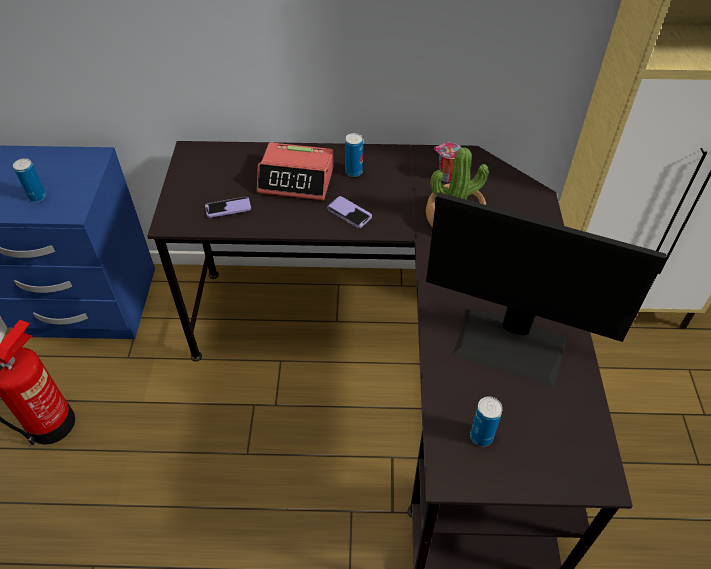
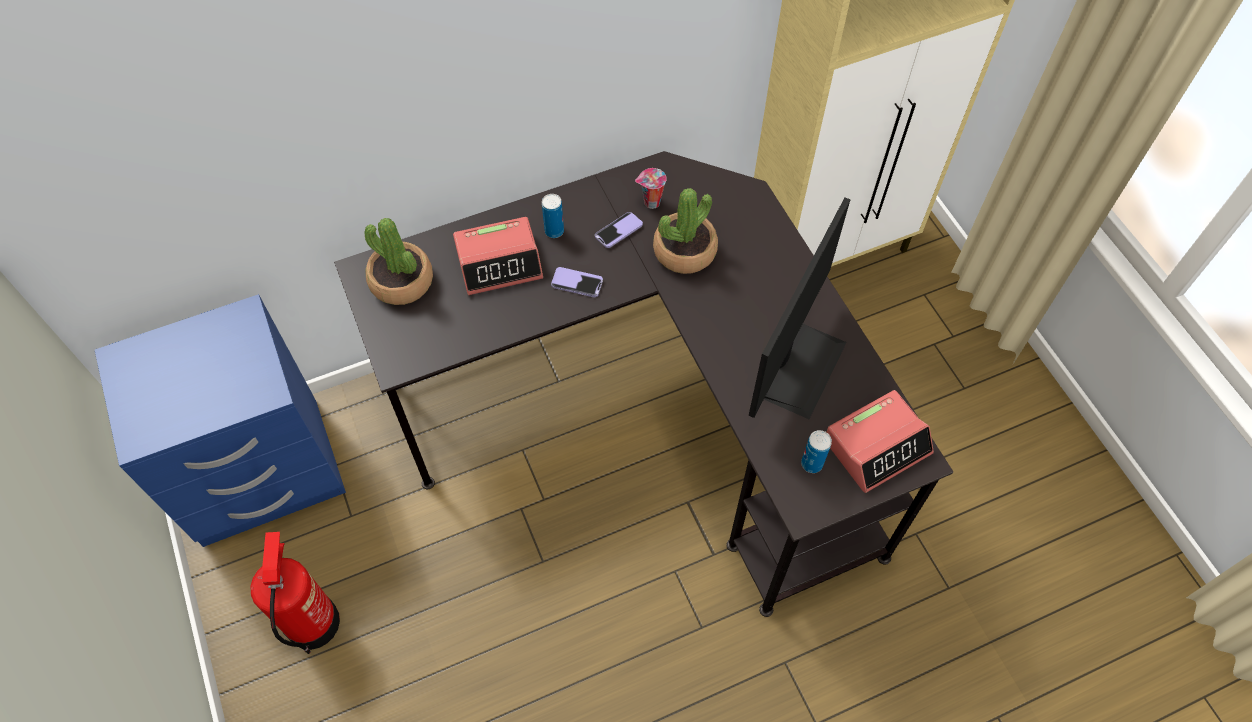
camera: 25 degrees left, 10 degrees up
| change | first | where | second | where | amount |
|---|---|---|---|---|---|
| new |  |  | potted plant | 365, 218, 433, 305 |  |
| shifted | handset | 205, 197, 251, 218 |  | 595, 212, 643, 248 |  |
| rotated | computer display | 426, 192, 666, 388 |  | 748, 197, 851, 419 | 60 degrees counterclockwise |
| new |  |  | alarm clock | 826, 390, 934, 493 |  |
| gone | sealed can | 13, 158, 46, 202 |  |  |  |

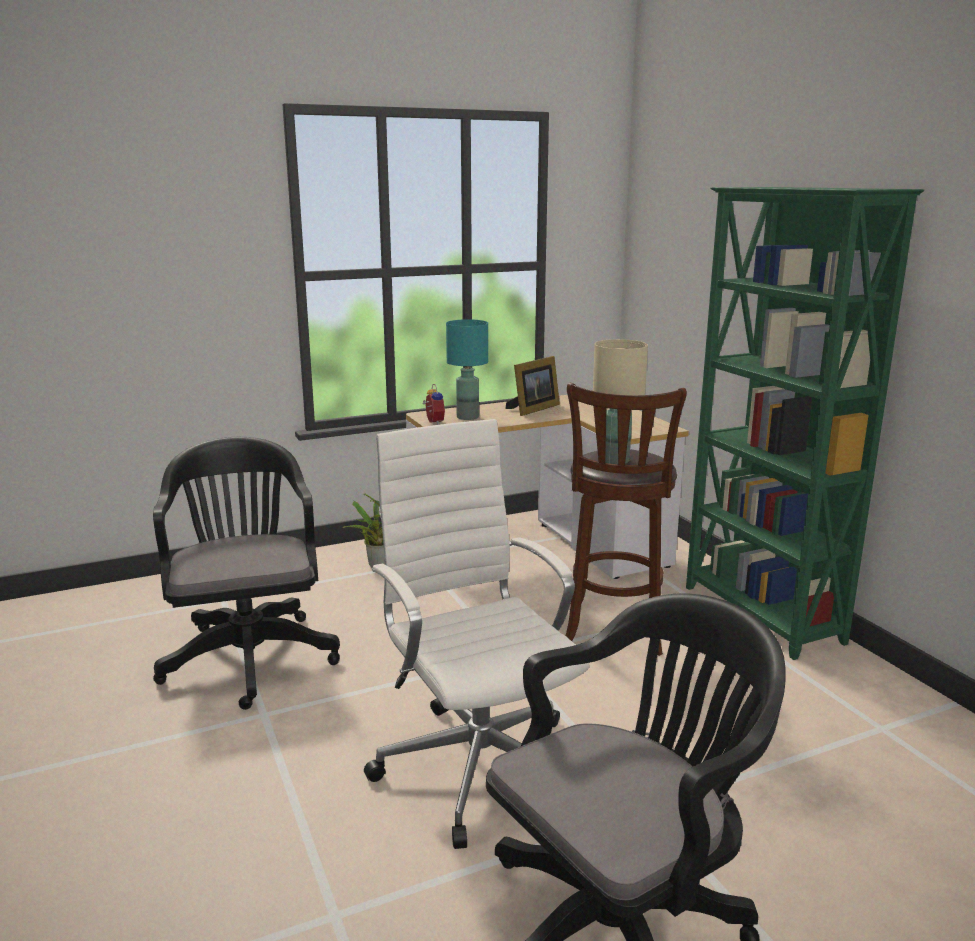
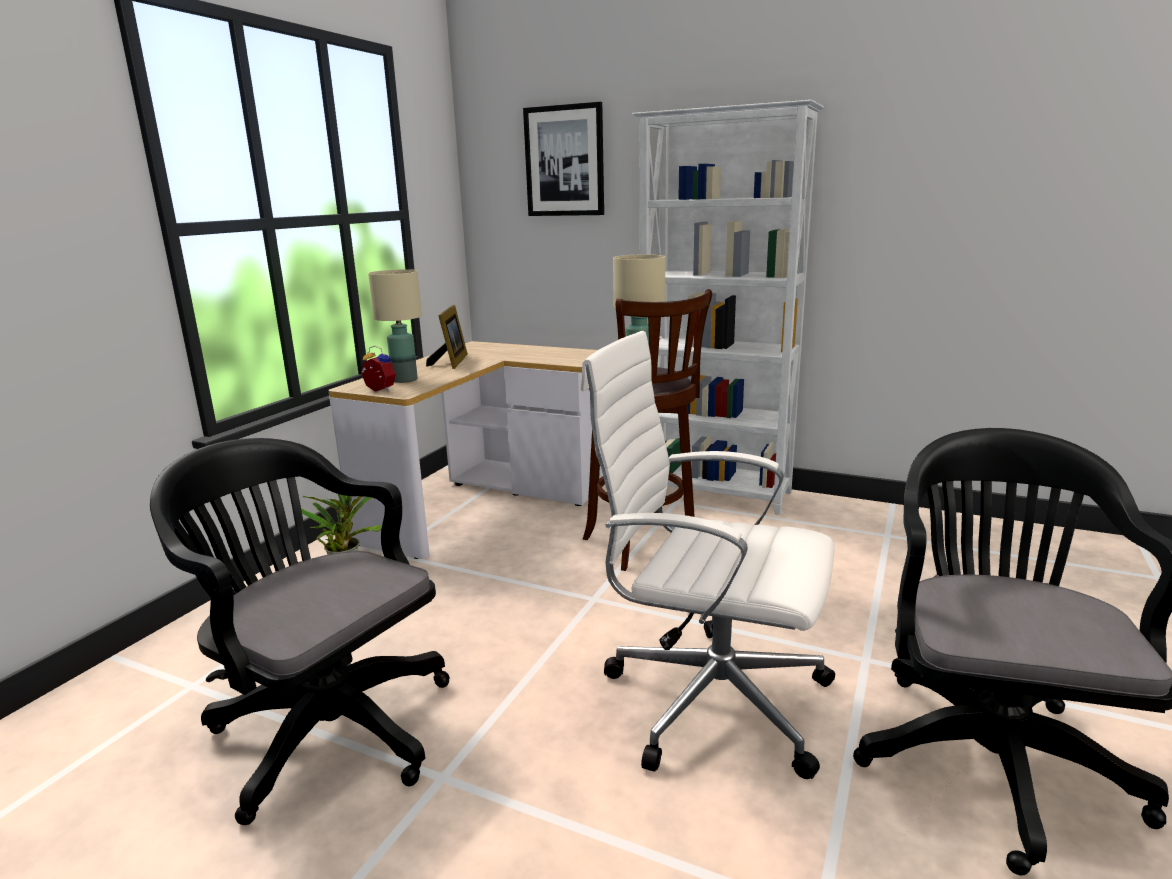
camera: 40 degrees left, 0 degrees up
| change | first | where | second | where | amount |
|---|---|---|---|---|---|
| repainted | turquoise-coloured tabletop lamp | 446, 319, 488, 420 | beige-coloured tabletop lamp | 368, 269, 422, 383 |  |
| new |  |  | wall picture | 523, 102, 604, 216 |  |
| repainted | green bookcase | 686, 187, 924, 660 | white bookcase | 632, 100, 824, 515 |  |

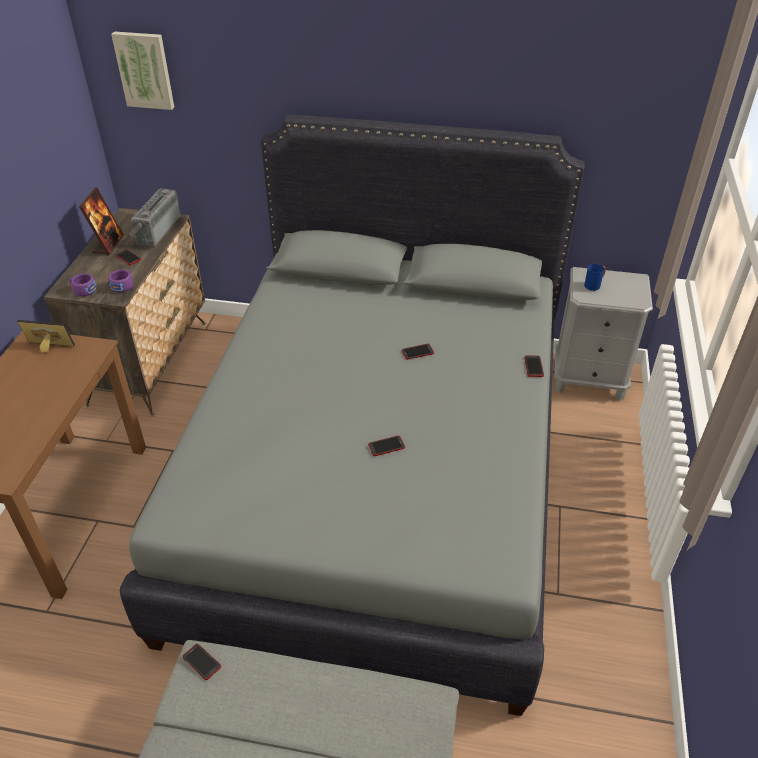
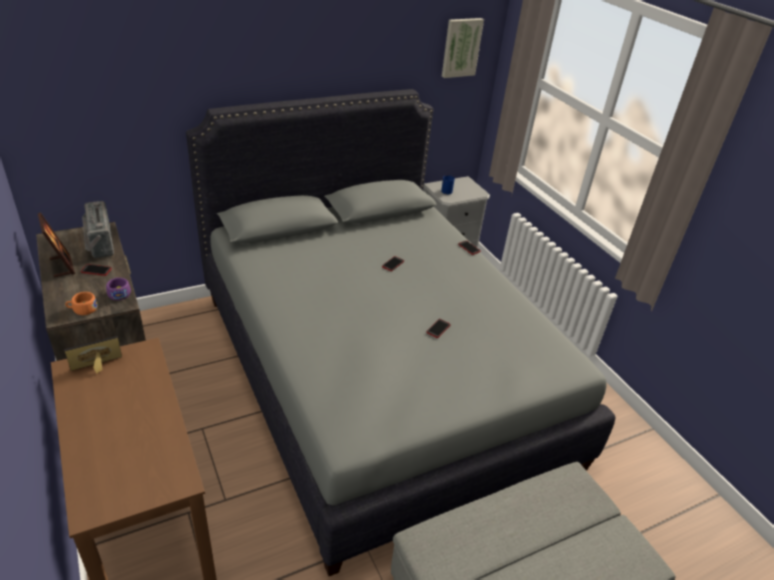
camera: 40 degrees left, 5 degrees down
| change | first | where | second | where | amount |
|---|---|---|---|---|---|
| repainted | purple cup | 70, 273, 97, 297 | orange cup | 65, 292, 98, 315 |  |
| shifted | wall picture | 111, 31, 174, 110 |  | 442, 18, 484, 78 |  |
| gone | handset | 183, 644, 221, 680 |  |  |  |

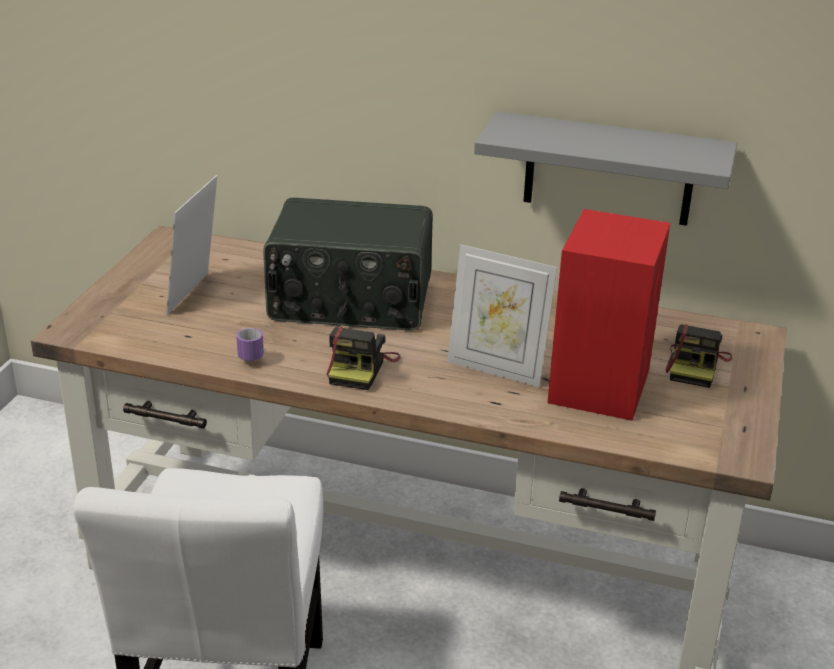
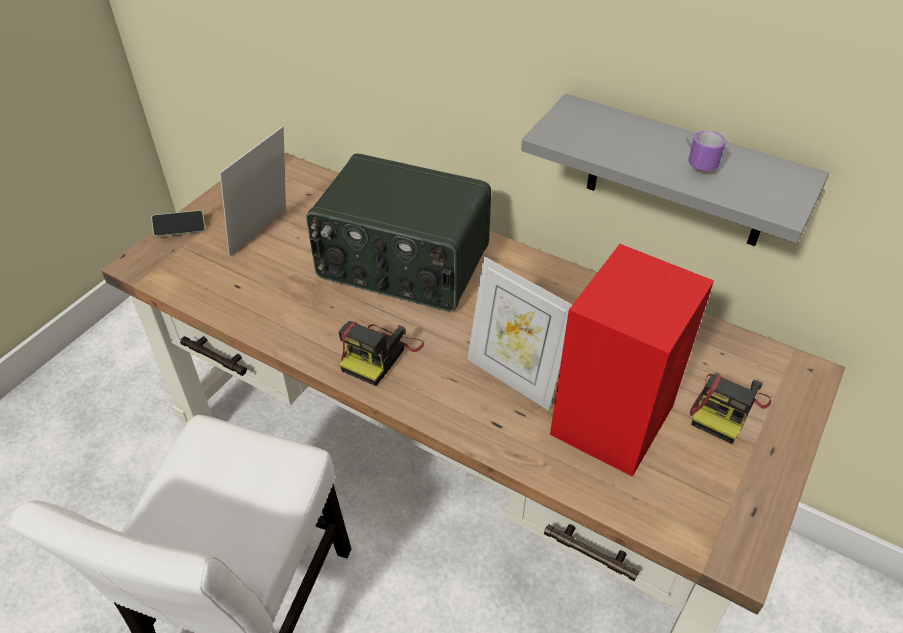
camera: 15 degrees right, 15 degrees up
| change | first | where | second | where | amount |
|---|---|---|---|---|---|
| new |  |  | handset | 151, 210, 205, 237 |  |
| shifted | mug | 236, 328, 264, 361 |  | 686, 131, 726, 171 |  |

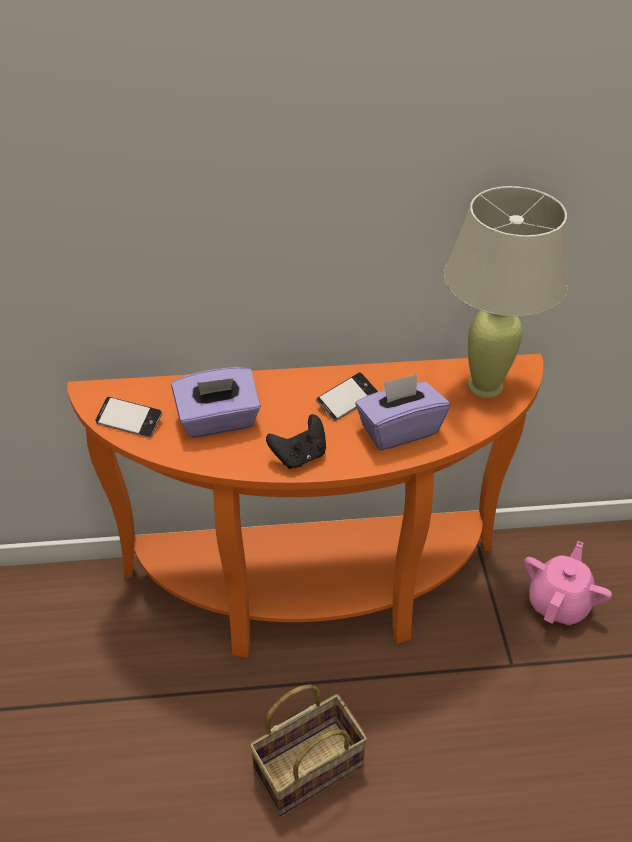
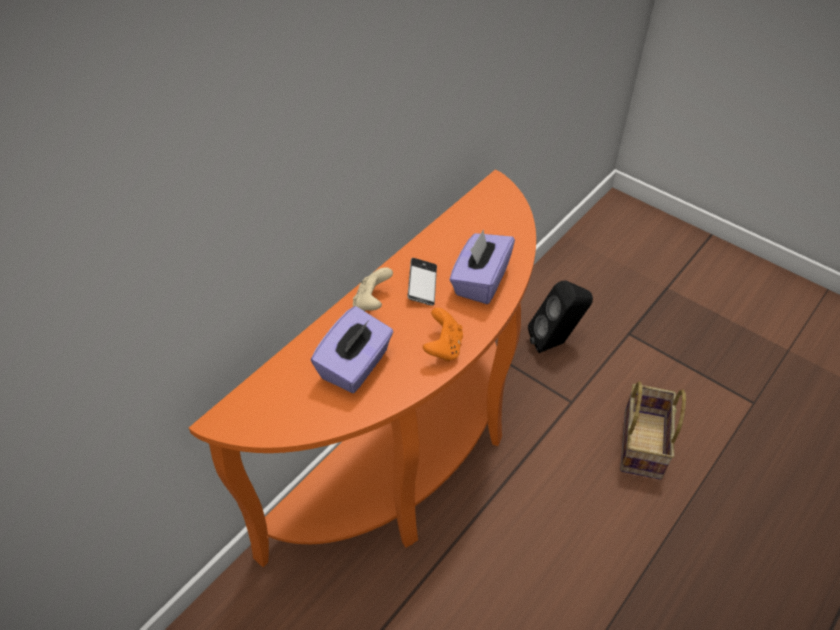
camera: 45 degrees left, 5 degrees up
| change | first | where | second | where | amount |
|---|---|---|---|---|---|
| new |  |  | beige-coloured game controller | 353, 267, 393, 311 |  |
| repainted | black game controller | 266, 414, 326, 469 | orange game controller | 423, 308, 463, 362 |  |
| swapped | pinkish teapot | 524, 541, 612, 625 | black loudspeaker | 528, 280, 593, 353 |  |
| shifted | basket | 249, 684, 368, 816 |  | 620, 381, 686, 480 |  |
| gone | handset | 95, 397, 162, 438 |  |  |  |
| gone | beige-coloured tabletop lamp | 444, 186, 568, 398 |  |  |  |

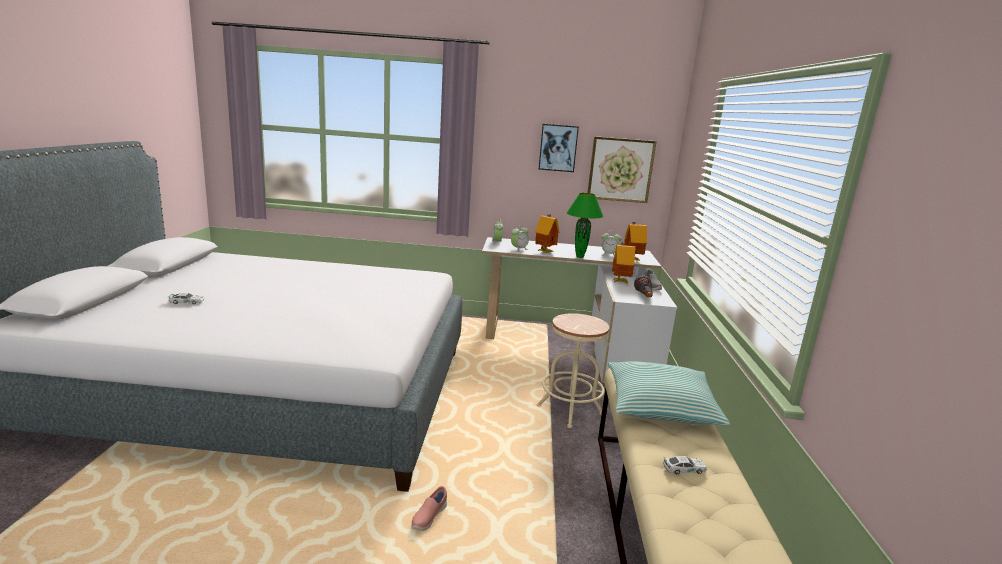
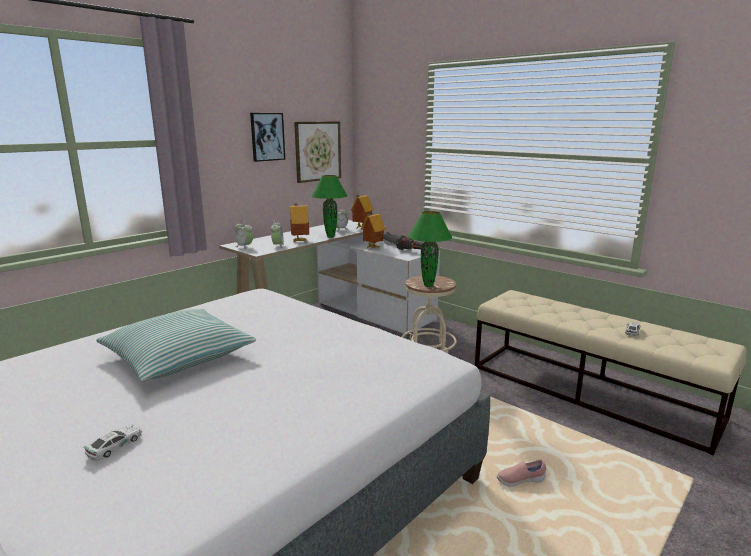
camera: 50 degrees left, 0 degrees up
| change | first | where | second | where | amount |
|---|---|---|---|---|---|
| shifted | throw pillow | 608, 361, 730, 426 |  | 96, 309, 256, 381 |  |
| new |  |  | green tabletop lamp | 408, 211, 452, 287 |  |
| rotated | pinkish low shoe | 411, 486, 447, 531 |  | 496, 460, 546, 487 | 105 degrees clockwise |

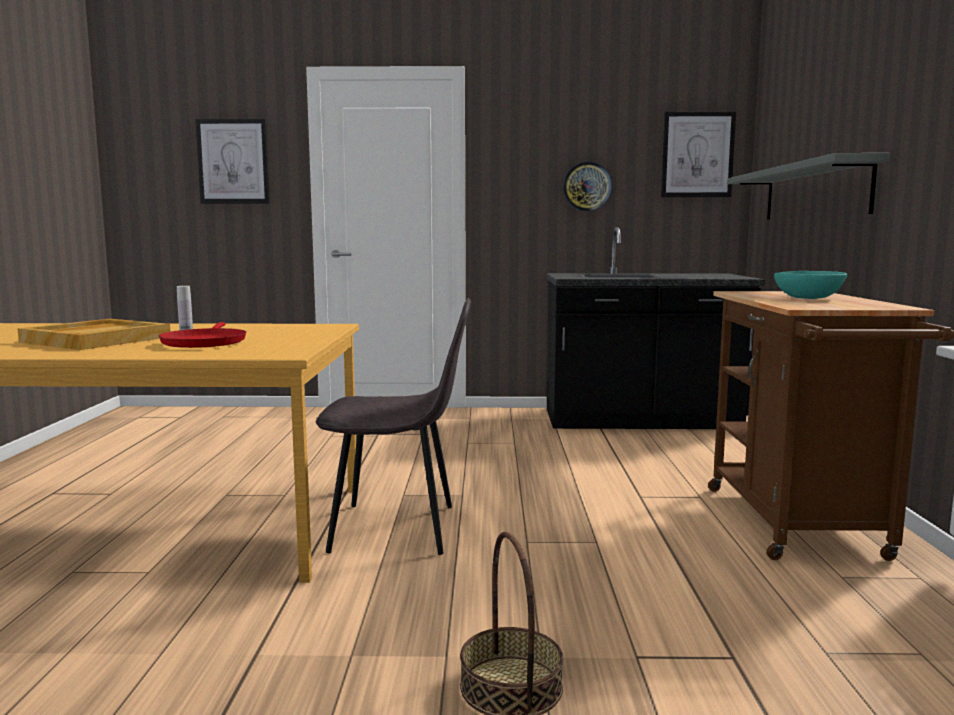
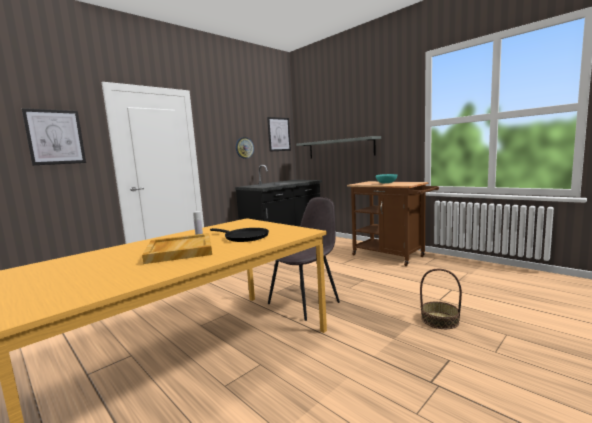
camera: 45 degrees left, 0 degrees up
| change | first | where | second | where | amount |
|---|---|---|---|---|---|
| repainted | red-coloured skillet | 159, 322, 246, 348 | black skillet | 210, 228, 269, 242 |  |

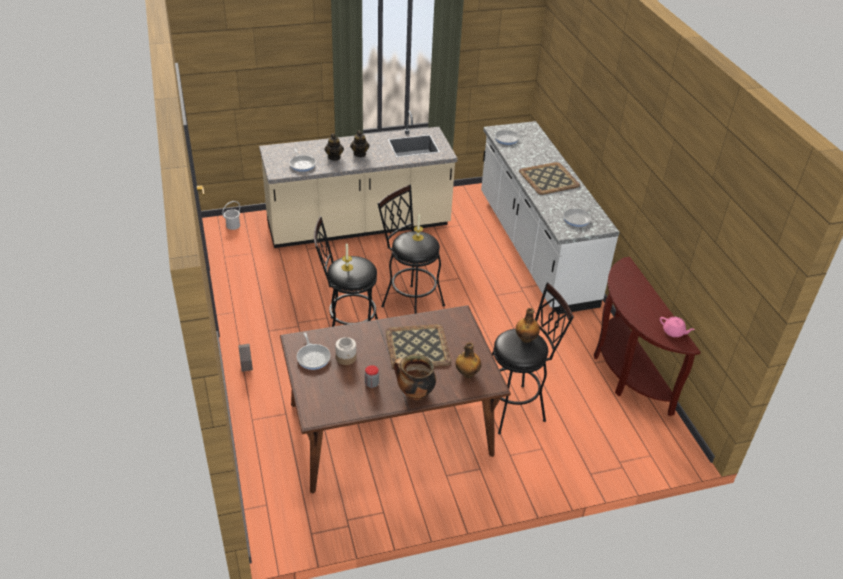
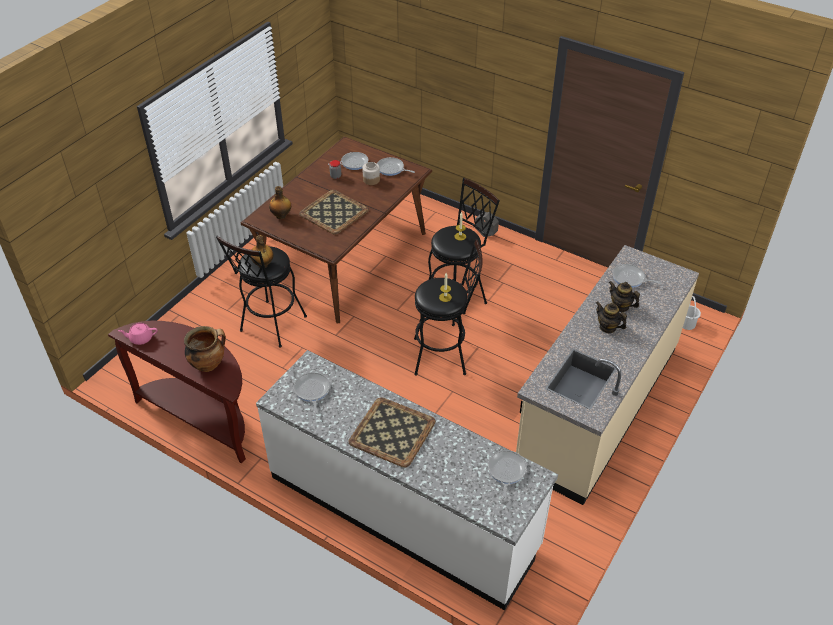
camera: 140 degrees right, 5 degrees up
| change | first | where | second | where | amount |
|---|---|---|---|---|---|
| shifted | cooking pot | 393, 354, 436, 400 |  | 184, 326, 226, 372 |  |
| new |  |  | skillet | 328, 152, 368, 170 |  |

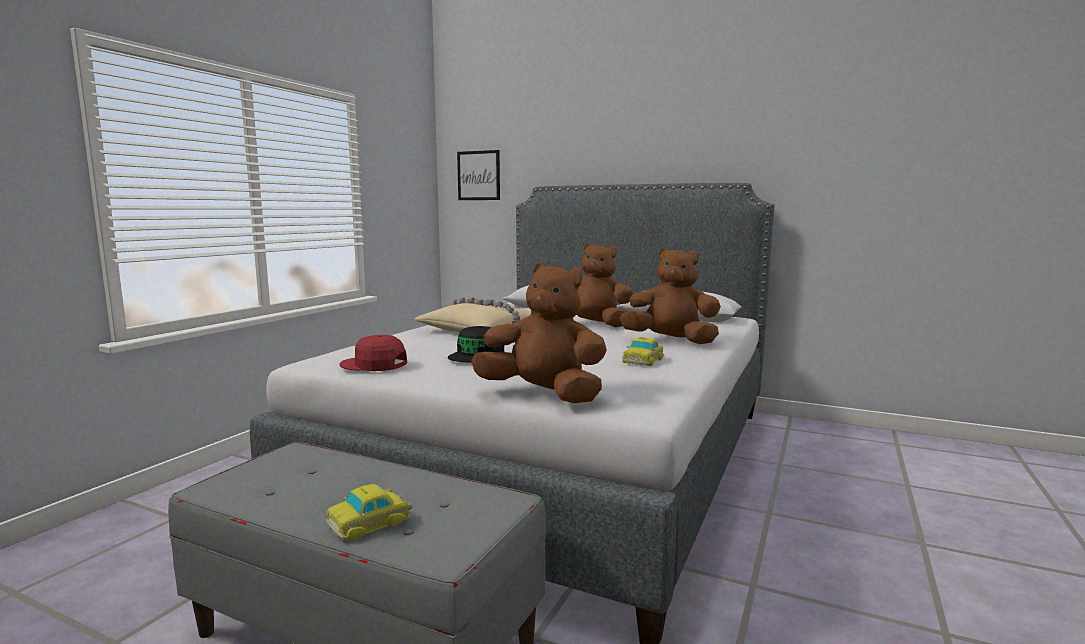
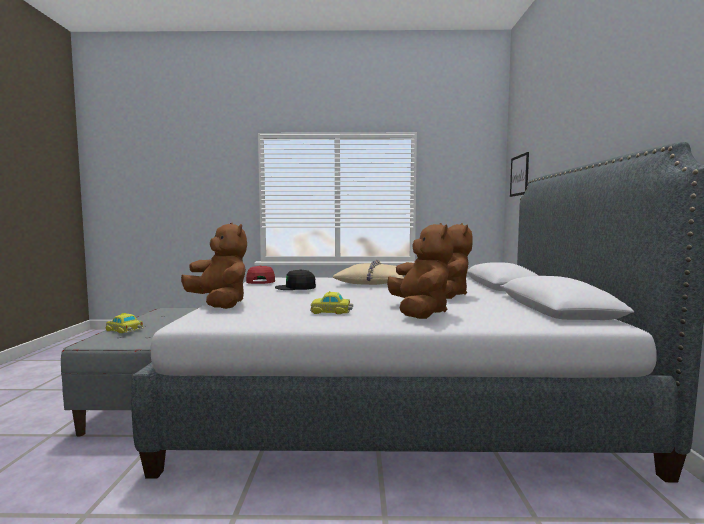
camera: 65 degrees right, 5 degrees down
| change | first | where | second | where | amount |
|---|---|---|---|---|---|
| rotated | brown-coloured soft toy | 471, 262, 607, 403 |  | 181, 223, 247, 309 | 45 degrees counterclockwise |

